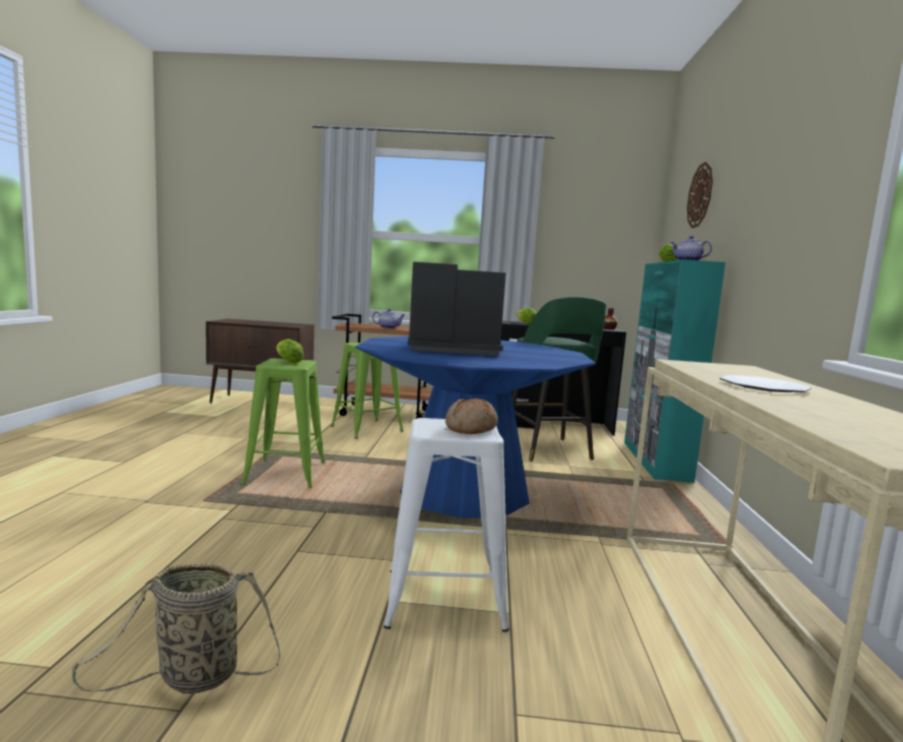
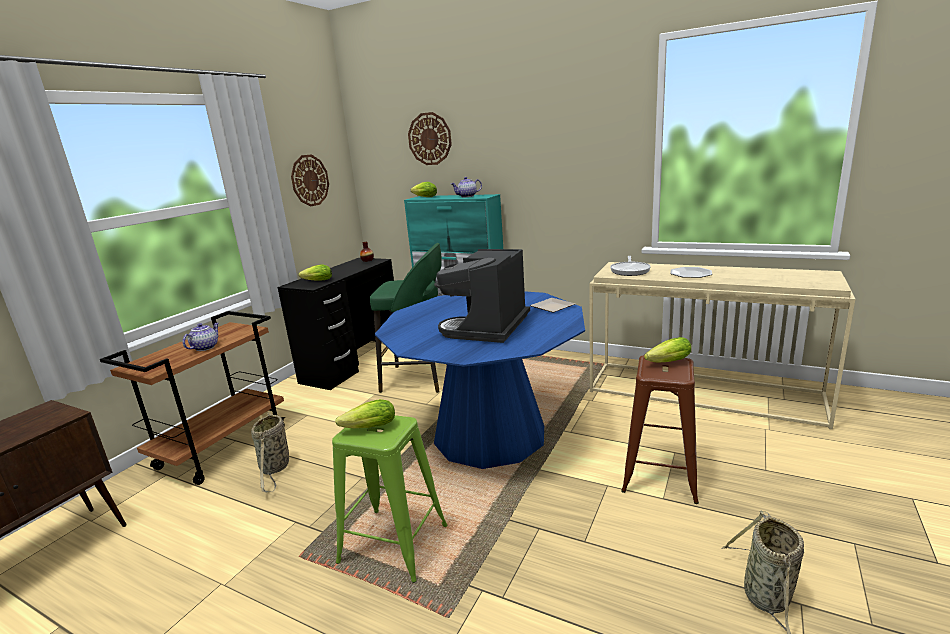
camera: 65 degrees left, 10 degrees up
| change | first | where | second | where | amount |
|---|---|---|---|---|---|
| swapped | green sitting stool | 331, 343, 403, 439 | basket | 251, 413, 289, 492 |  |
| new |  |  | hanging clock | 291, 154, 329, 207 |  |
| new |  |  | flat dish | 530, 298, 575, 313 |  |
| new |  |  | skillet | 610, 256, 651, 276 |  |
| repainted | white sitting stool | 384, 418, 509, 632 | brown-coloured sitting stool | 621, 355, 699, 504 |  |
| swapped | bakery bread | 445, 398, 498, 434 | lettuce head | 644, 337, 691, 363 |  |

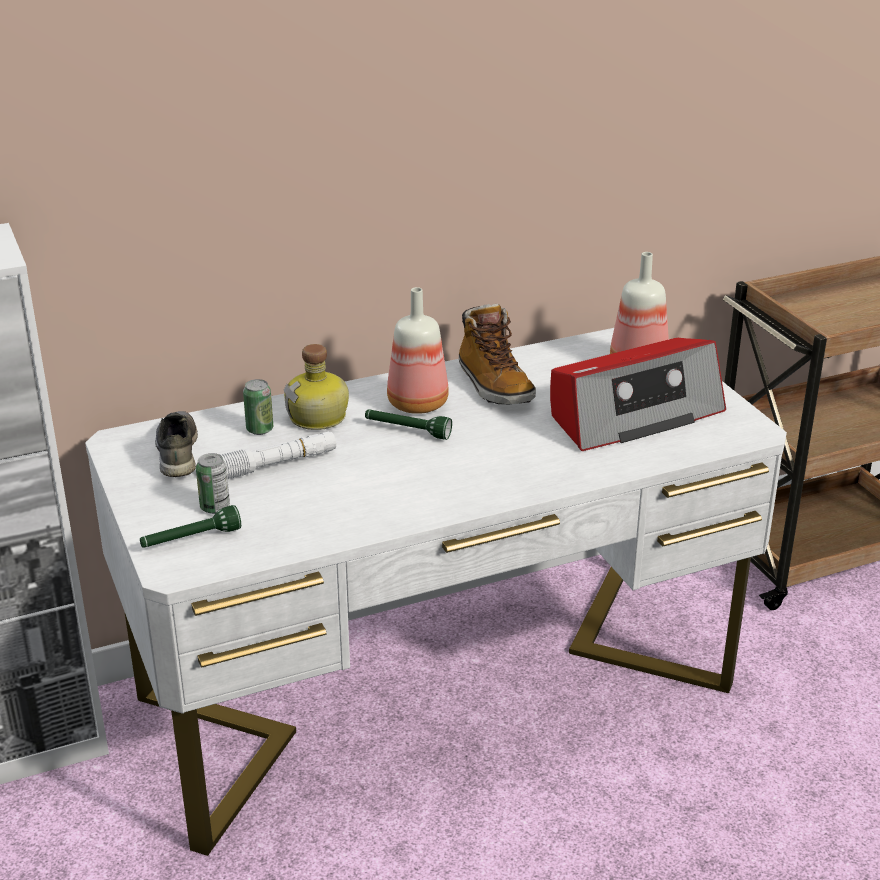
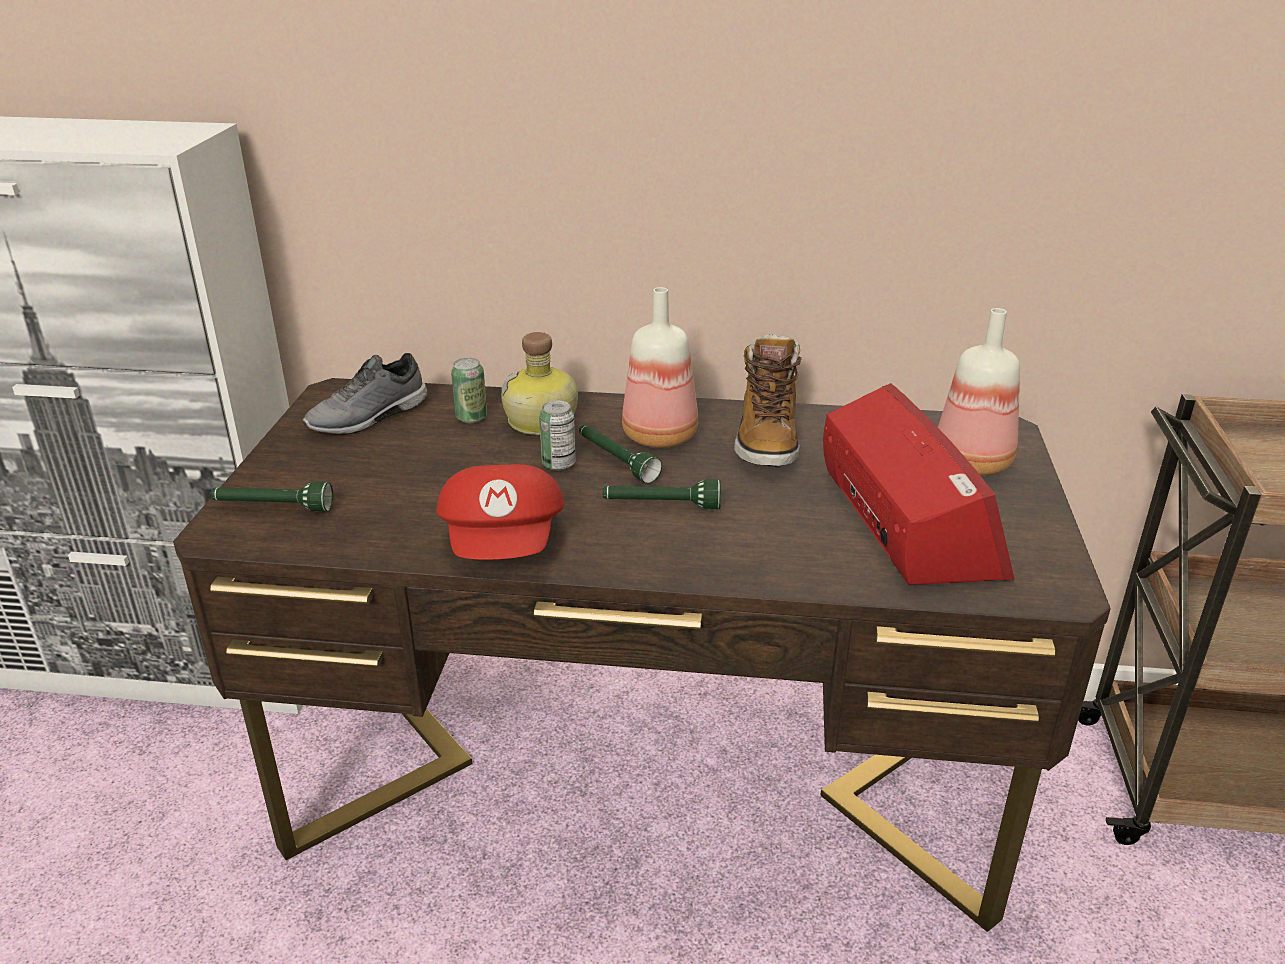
camera: 30 degrees right, 0 degrees up
| change | first | where | second | where | amount |
|---|---|---|---|---|---|
| repainted | white desk table | 85, 328, 787, 856 | brown-coloured desk table | 173, 378, 1111, 932 |  |
| rotated | gray low shoe | 155, 411, 198, 477 |  | 302, 353, 428, 435 | 150 degrees counterclockwise |
| new |  |  | red-coloured baseball cap | 437, 464, 564, 560 |  |
| shifted | sealed can | 196, 453, 230, 514 |  | 539, 400, 576, 471 |  |
| new |  |  | green hand torch | 602, 479, 721, 509 |  |
| rotated | radio receiver | 550, 338, 726, 451 |  | 823, 383, 1015, 585 | 105 degrees counterclockwise |
| gone | white hand torch | 220, 432, 336, 479 |  |  |  |

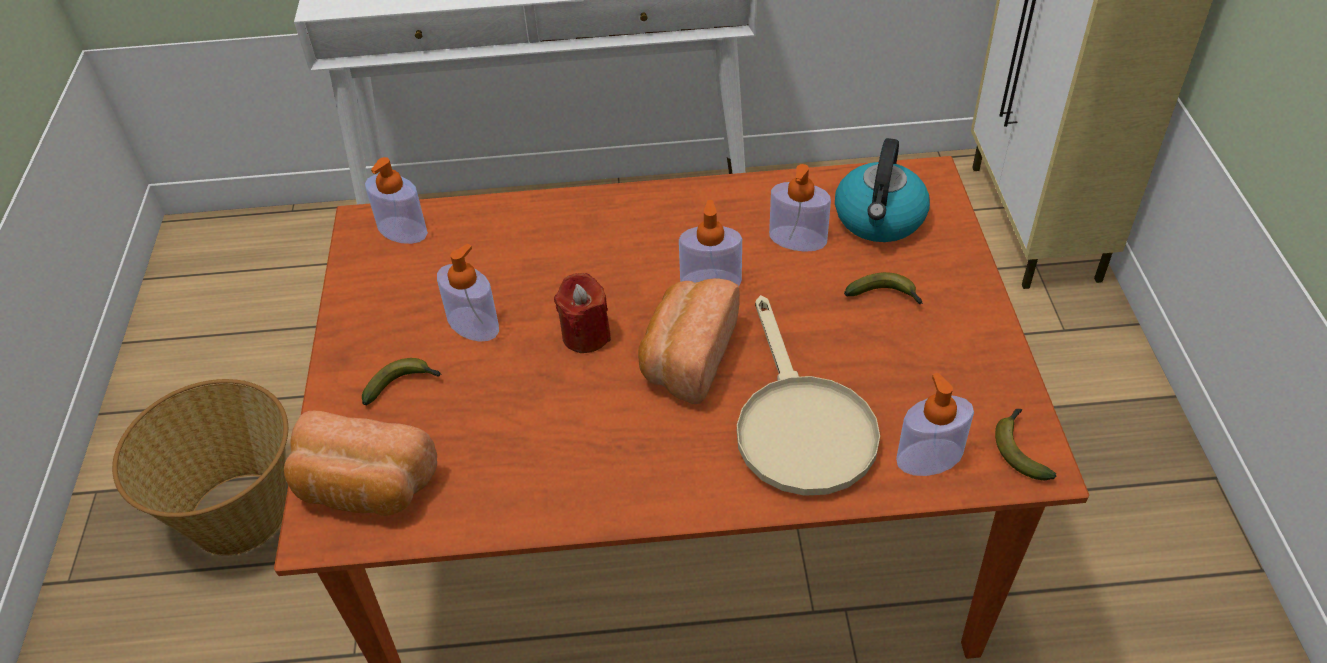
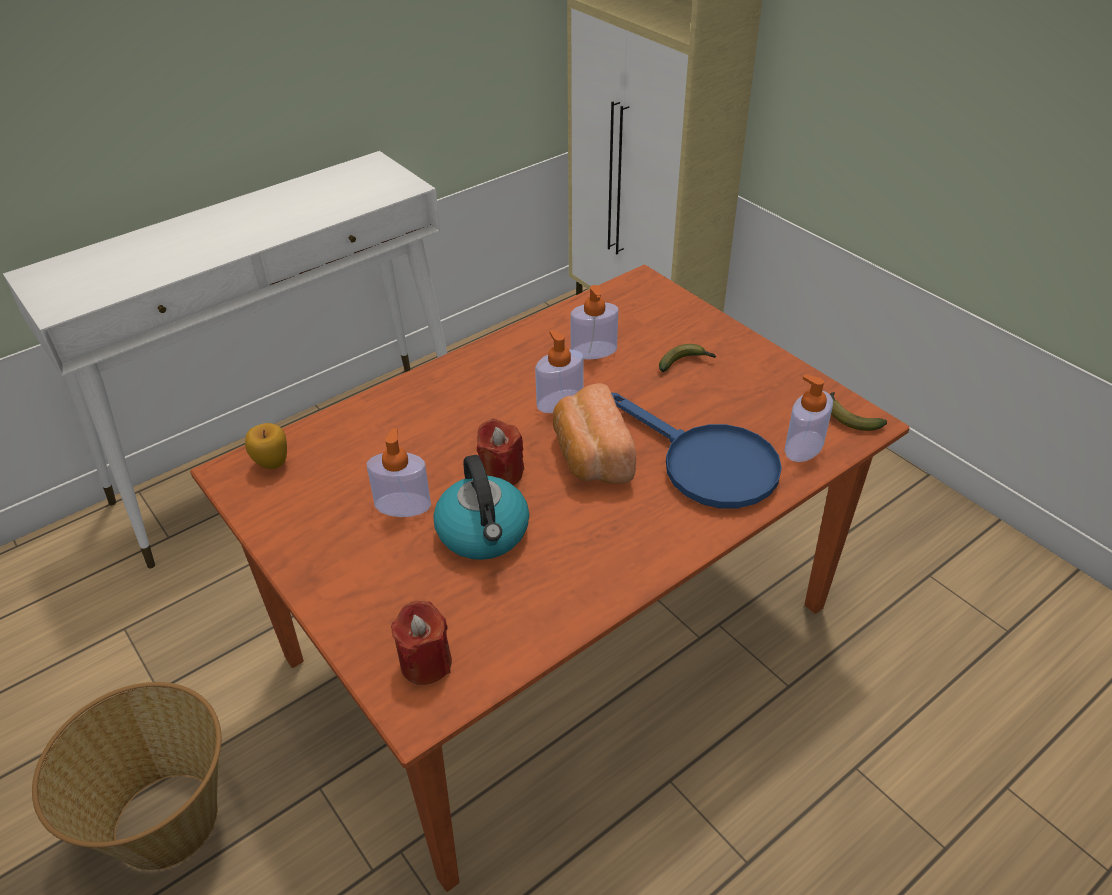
camera: 35 degrees left, 5 degrees down
| change | first | where | second | where | amount |
|---|---|---|---|---|---|
| swapped | soap bottle | 365, 157, 428, 244 | apple | 245, 423, 287, 469 |  |
| swapped | bakery bread | 284, 411, 437, 516 | red-coloured wax candle | 391, 601, 452, 685 |  |
| shifted | kettle | 835, 138, 930, 242 |  | 433, 455, 529, 560 |  |
| repainted | beige-coloured skillet | 737, 295, 880, 496 | blue-coloured skillet | 611, 392, 782, 508 |  |
| gone | banana | 362, 358, 442, 405 |  |  |  |

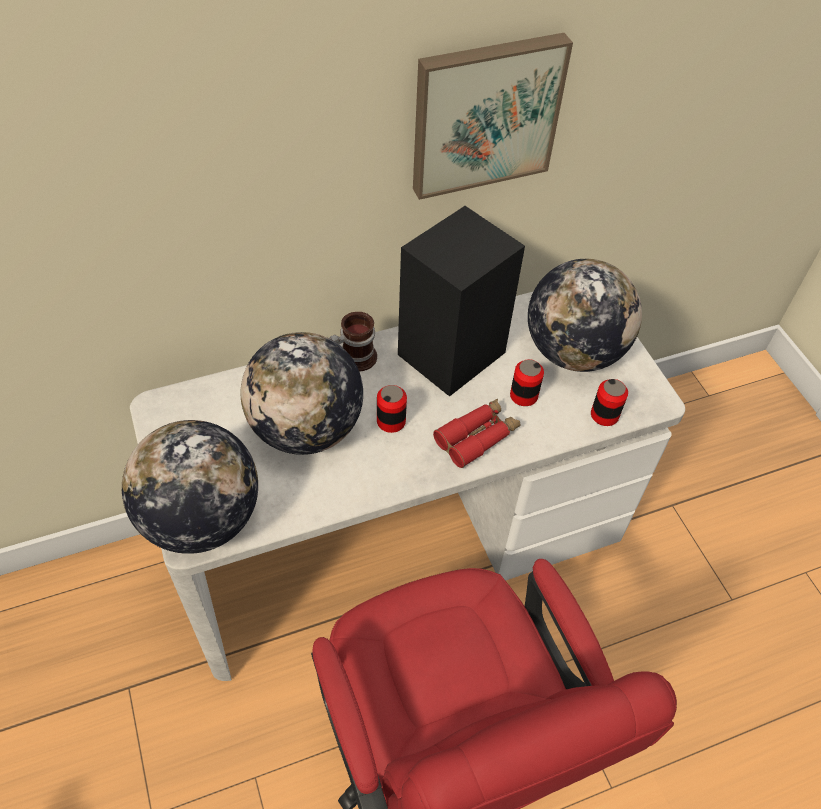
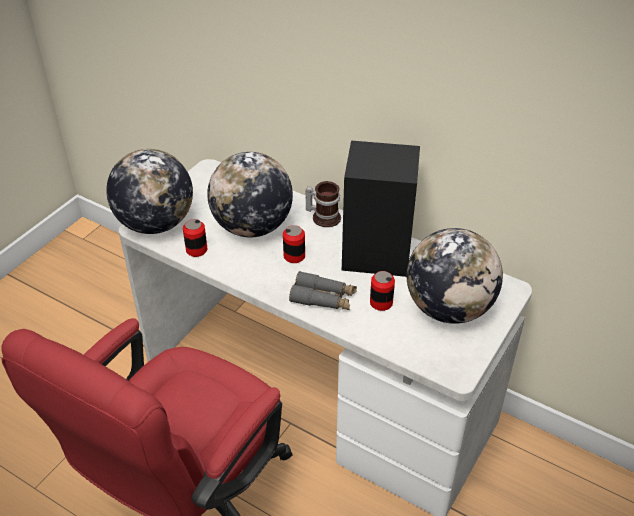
camera: 55 degrees right, 10 degrees down
| change | first | where | second | where | amount |
|---|---|---|---|---|---|
| shifted | sealed can | 591, 379, 628, 426 |  | 183, 219, 207, 257 |  |
| repainted | red-coloured pair of binoculars | 433, 399, 520, 468 | gray pair of binoculars | 289, 271, 357, 310 |  |
| gone | wall picture | 413, 33, 573, 200 |  |  |  |

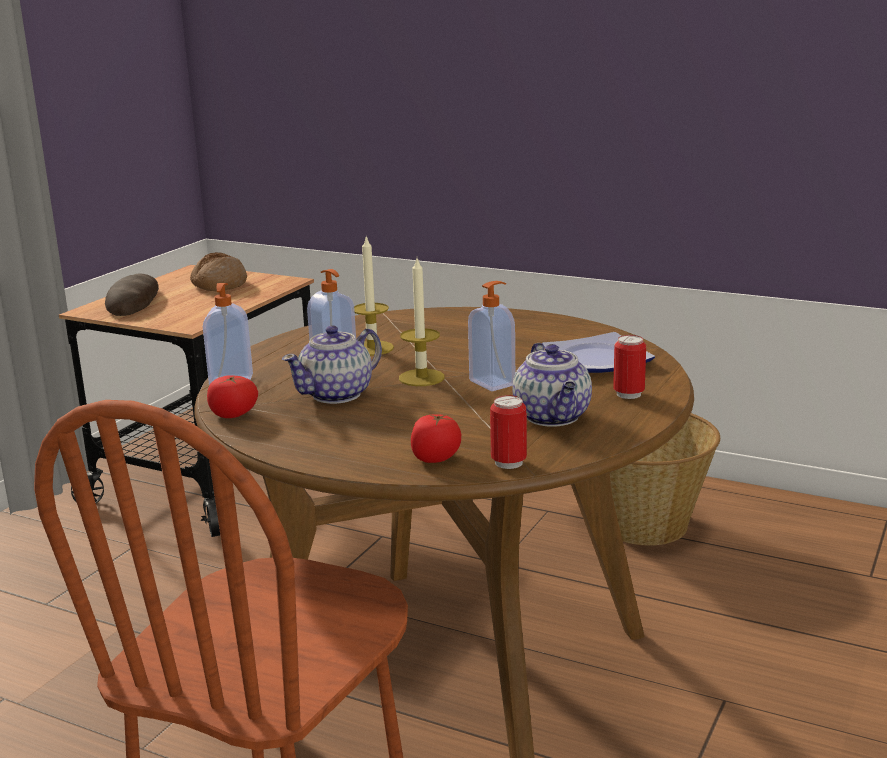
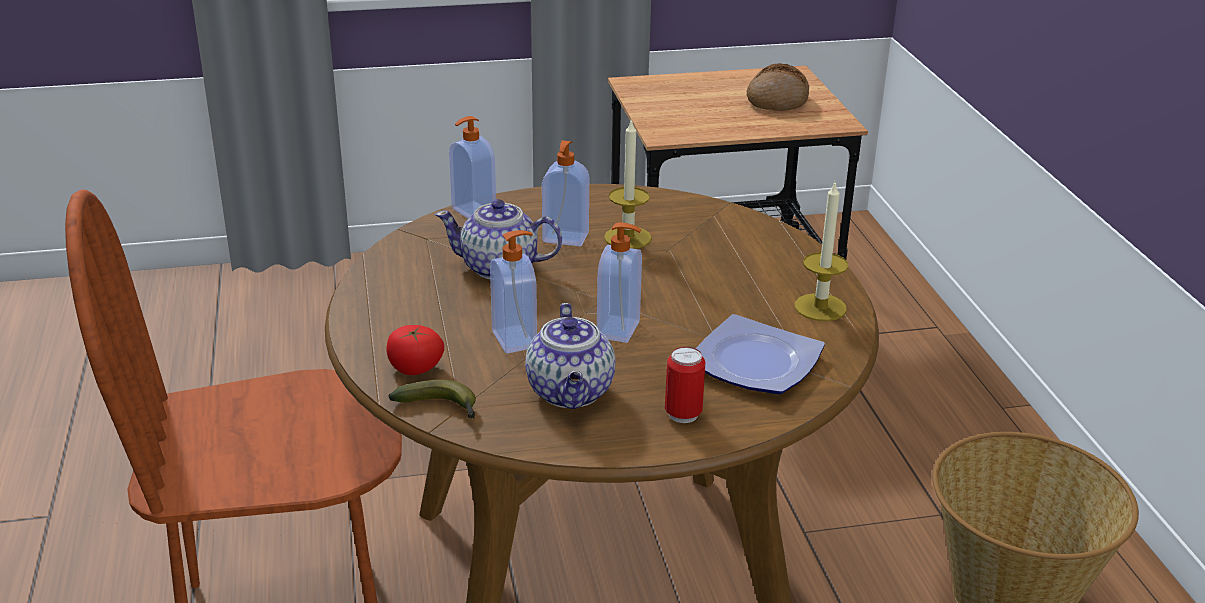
camera: 50 degrees right, 10 degrees up
| change | first | where | second | where | amount |
|---|---|---|---|---|---|
| swapped | sealed can | 490, 395, 527, 469 | banana | 389, 380, 476, 419 |  |
| new |  |  | soap bottle | 490, 230, 537, 353 |  |
| rotated | teapot | 512, 343, 592, 427 |  | 525, 303, 616, 409 | 45 degrees counterclockwise |
| shifted | wax candle | 399, 259, 445, 386 |  | 795, 180, 848, 321 |  |
| gone | bakery bread | 105, 274, 159, 316 |  |  |  |
| gone | fresh tomato | 207, 375, 258, 418 |  |  |  |

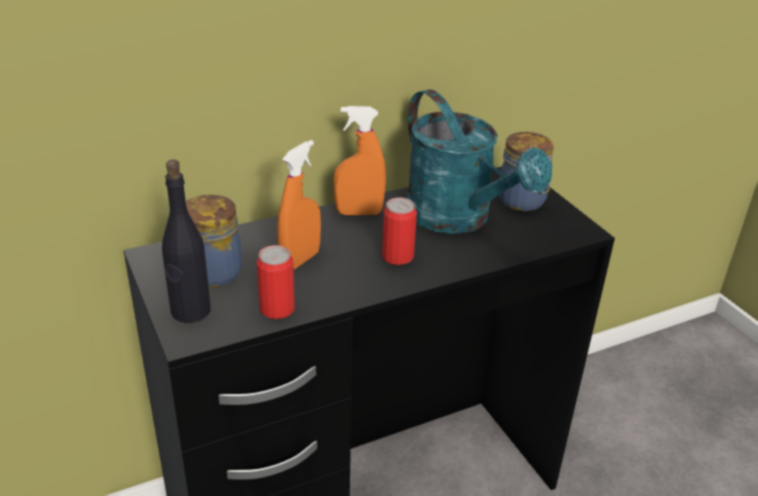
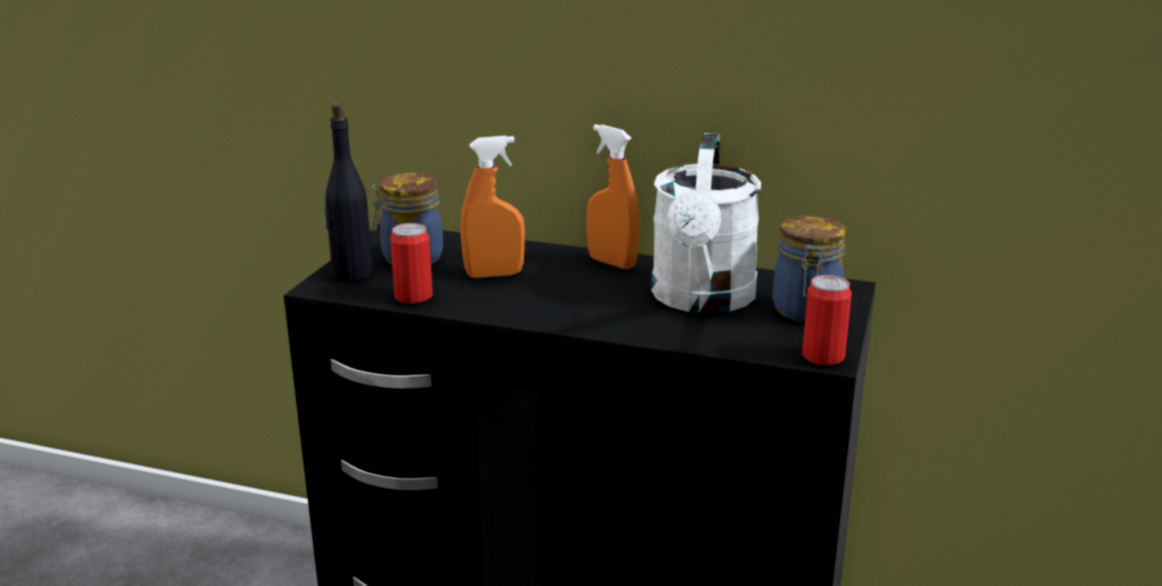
camera: 45 degrees right, 10 degrees down
| change | first | where | second | where | amount |
|---|---|---|---|---|---|
| repainted | turquoise-coloured sprinkling can | 407, 89, 552, 234 | white sprinkling can | 651, 133, 761, 314 |  |
| shifted | sealed can | 382, 197, 417, 265 |  | 802, 275, 852, 366 |  |

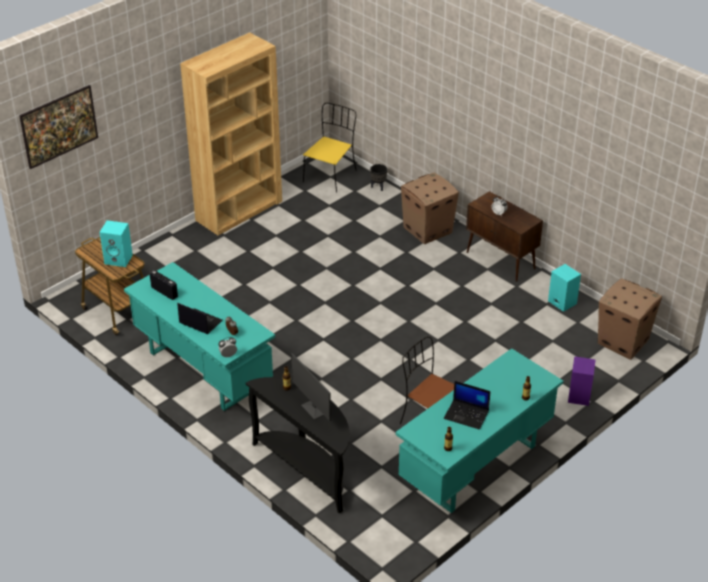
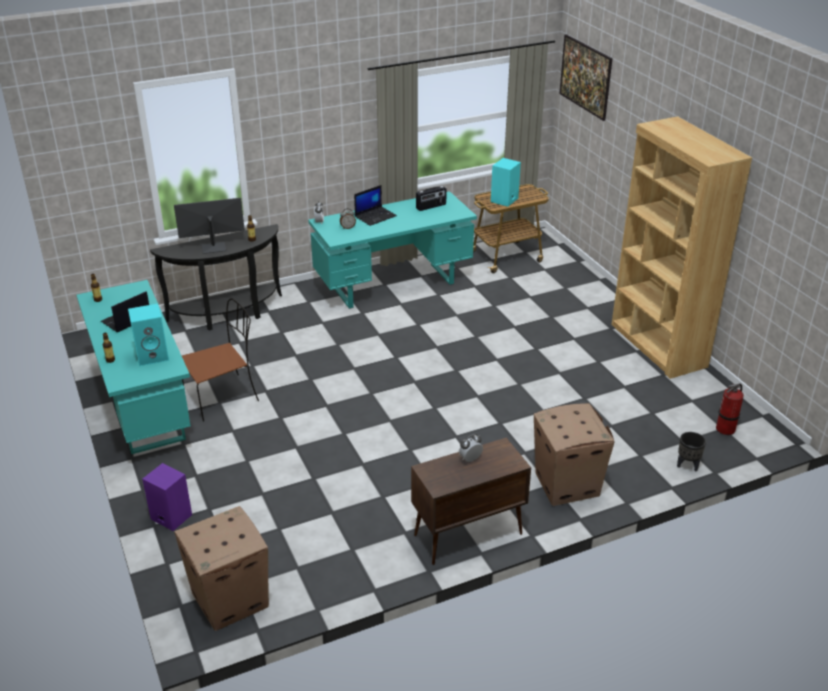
camera: 110 degrees right, 5 degrees down
| change | first | where | second | where | amount |
|---|---|---|---|---|---|
| shifted | turquoise-coloured loudspeaker | 548, 264, 581, 312 |  | 128, 304, 169, 366 |  |
| swapped | yellowish upright chair | 303, 103, 356, 193 | extinguisher | 716, 383, 744, 435 |  |

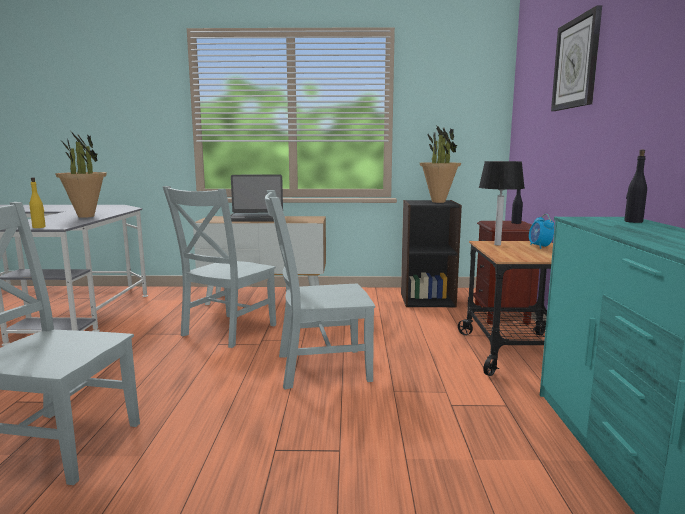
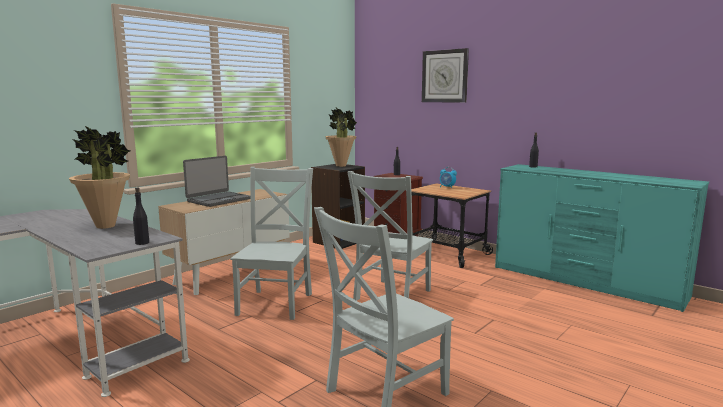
camera: 50 degrees left, 0 degrees up
| change | first | where | second | where | amount |
|---|---|---|---|---|---|
| repainted | yellowish bottle | 29, 177, 46, 228 | black bottle | 133, 187, 149, 245 |  |
| rotated | gray upright chair | 162, 186, 276, 348 |  | 230, 167, 313, 320 | 150 degrees counterclockwise |
| gone | tabletop lamp | 479, 161, 525, 246 |  |  |  |

